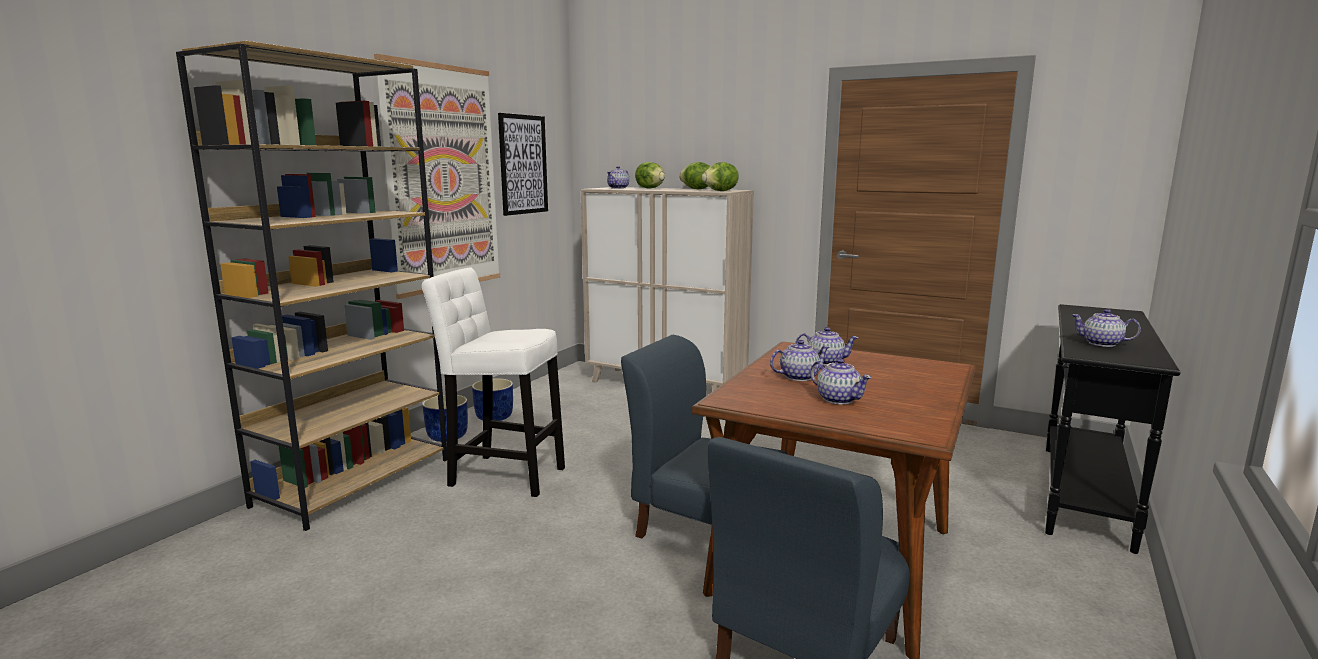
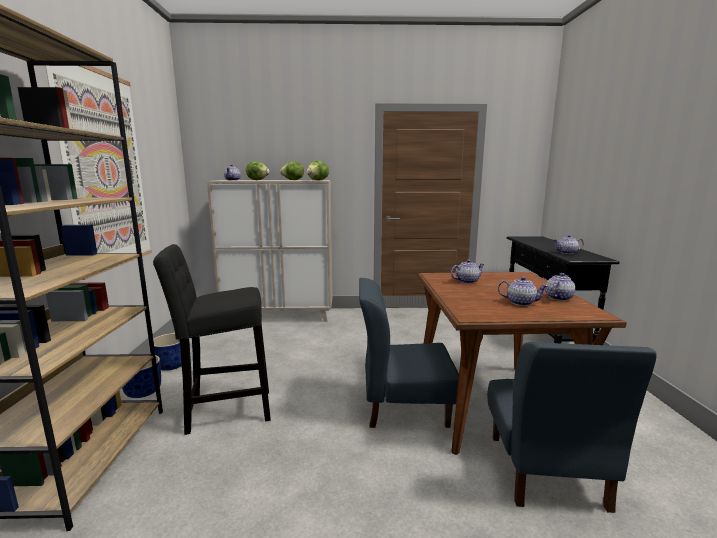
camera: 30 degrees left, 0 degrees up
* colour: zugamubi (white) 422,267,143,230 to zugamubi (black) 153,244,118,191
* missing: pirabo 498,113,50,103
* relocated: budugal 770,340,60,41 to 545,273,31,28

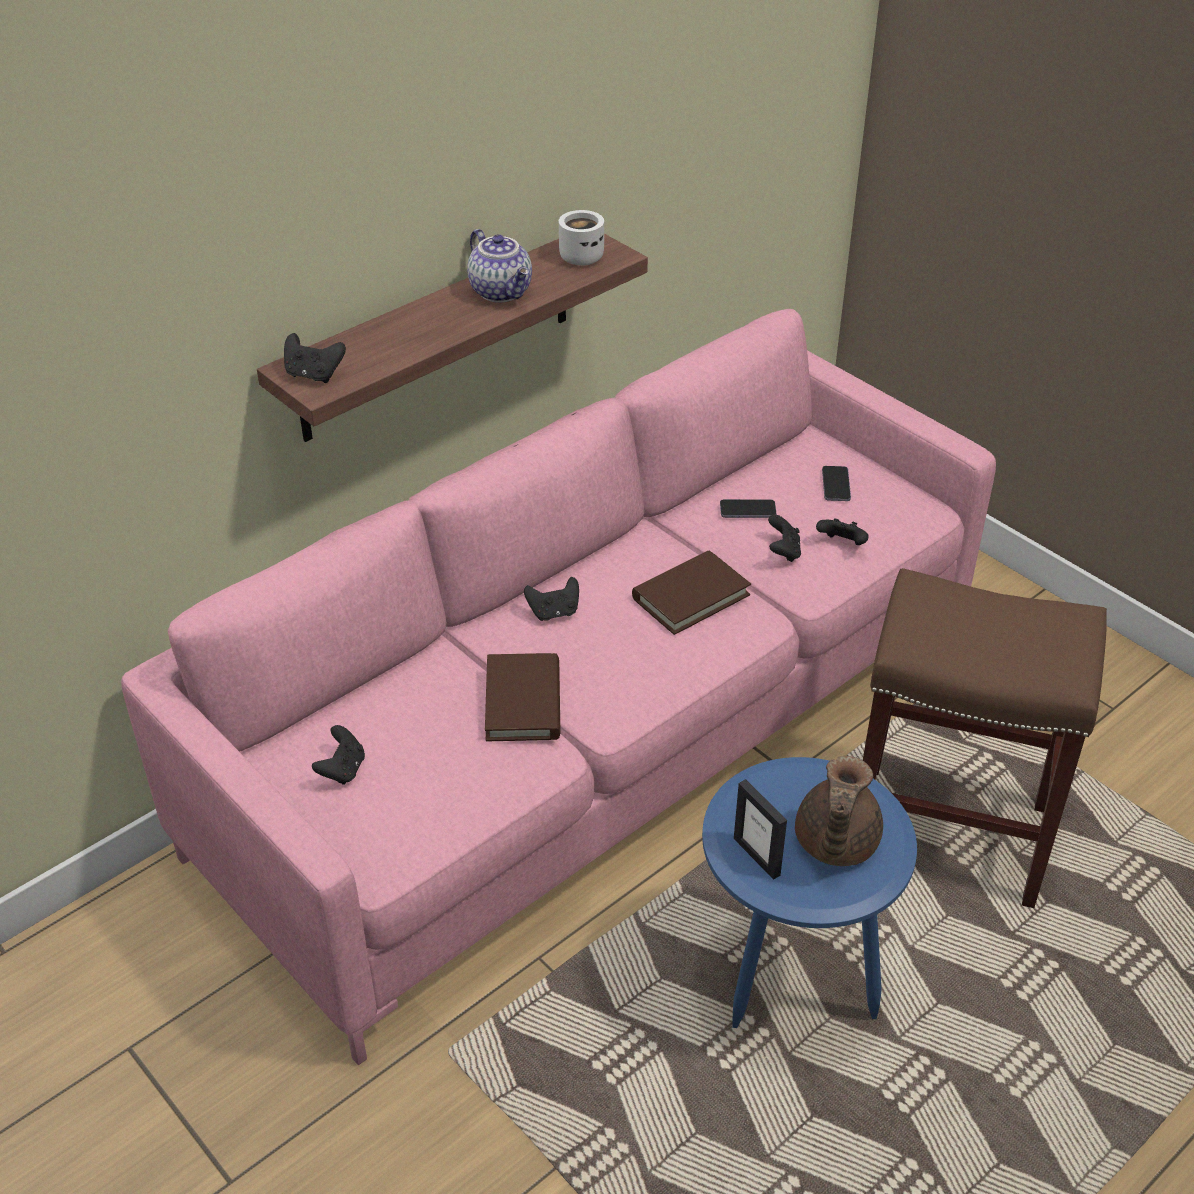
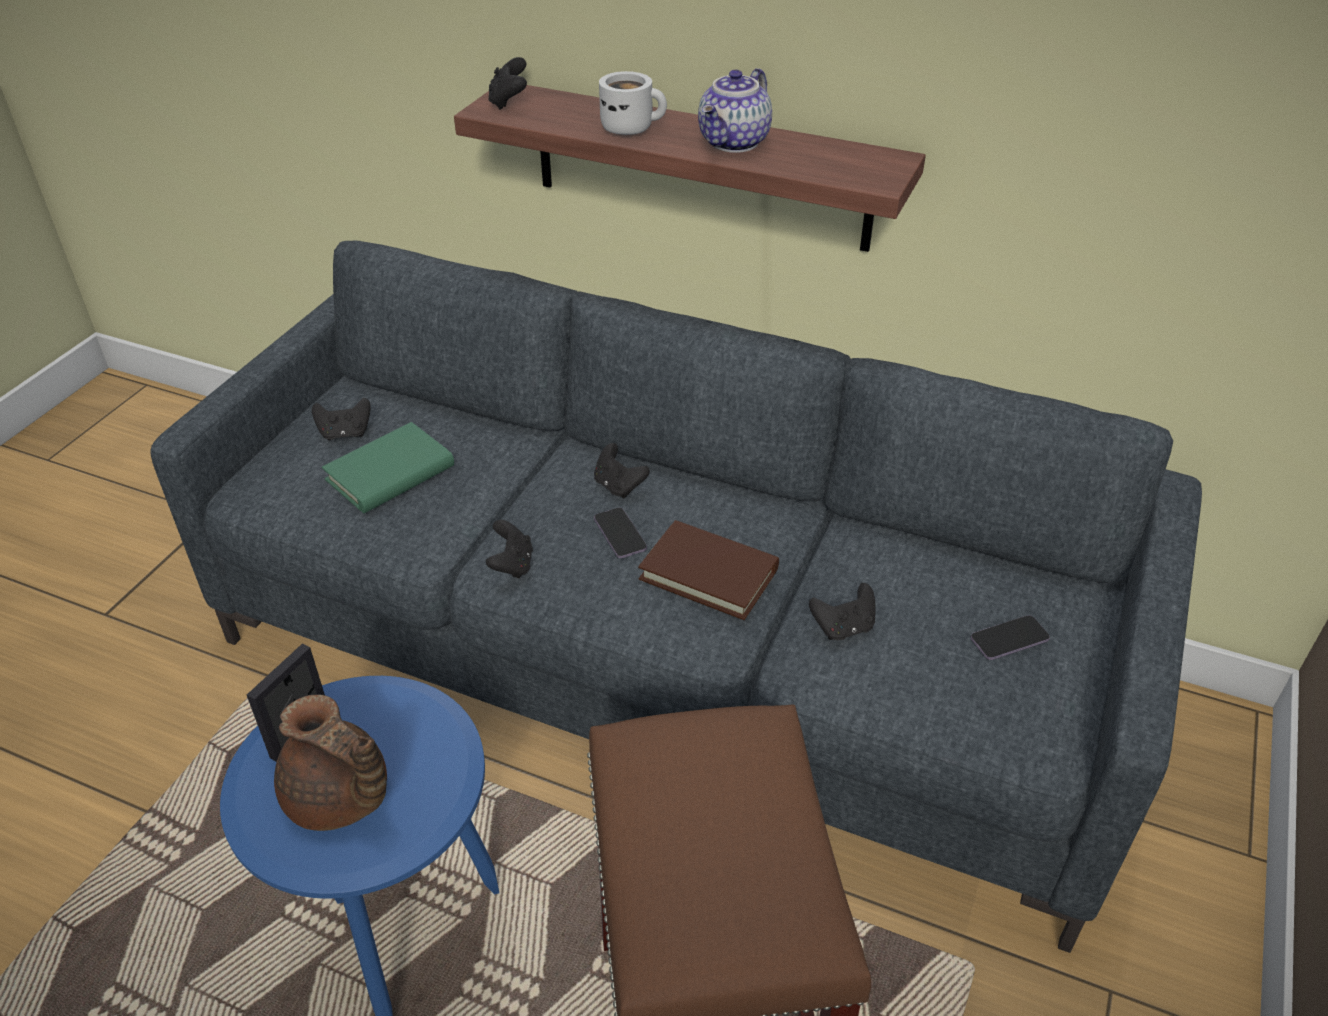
camera: 65 degrees right, 0 degrees up
* colour: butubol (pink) 121,309,875,756 to butubol (grey) 151,241,1051,712
* missing: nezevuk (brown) 485,653,75,88
* relocated: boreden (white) 559,210,45,56 to 599,71,68,64
* relocated: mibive 720,499,56,19 to 594,508,53,50
* spun: budugal (brown) 795,756,88,110 = 274,695,113,136 135 degrees counterclockwise
* relocated: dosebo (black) 816,518,53,27 to 486,520,47,58
* appeared: nezevuk (green) 322,422,132,91

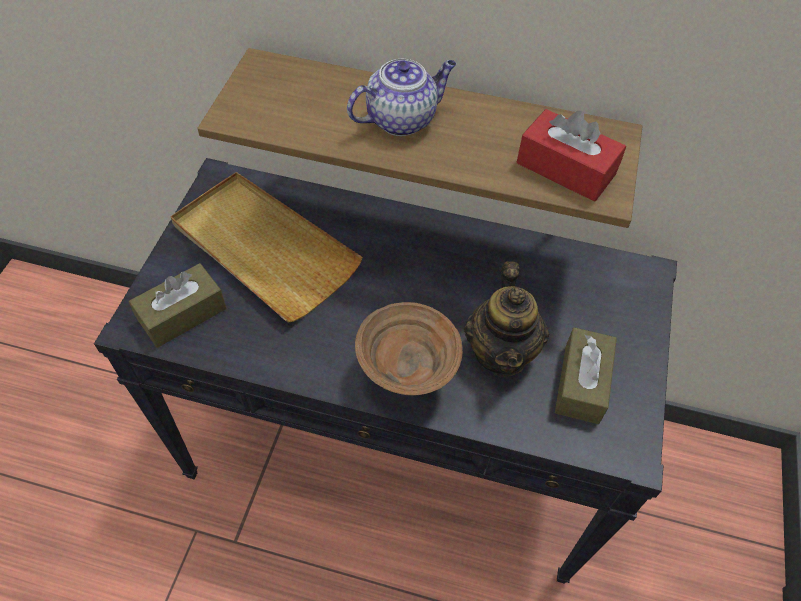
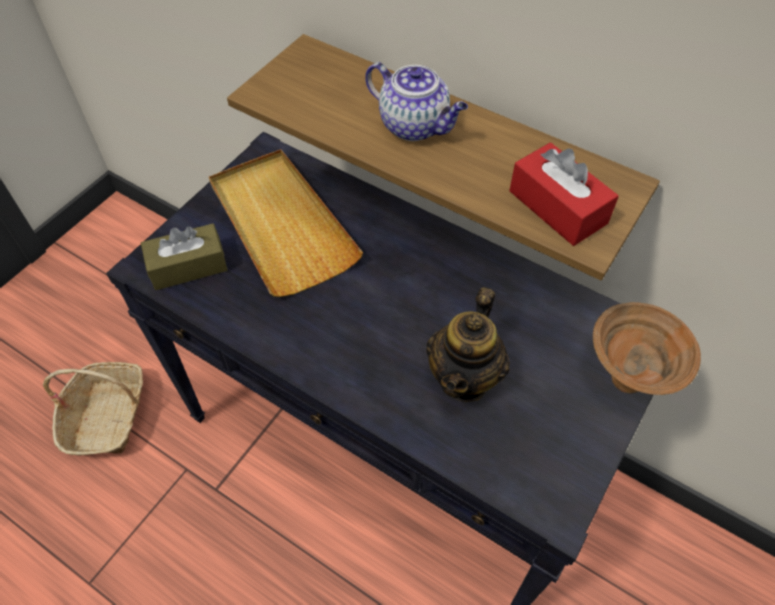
camera: 20 degrees right, 0 degrees up
* spun: budugal 347,59,109,77 = 365,62,103,79 45 degrees clockwise
* relocated: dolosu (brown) 355,302,108,93 to 593,302,108,93
* missing: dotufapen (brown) 555,327,62,97
* appeared: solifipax 43,362,100,93

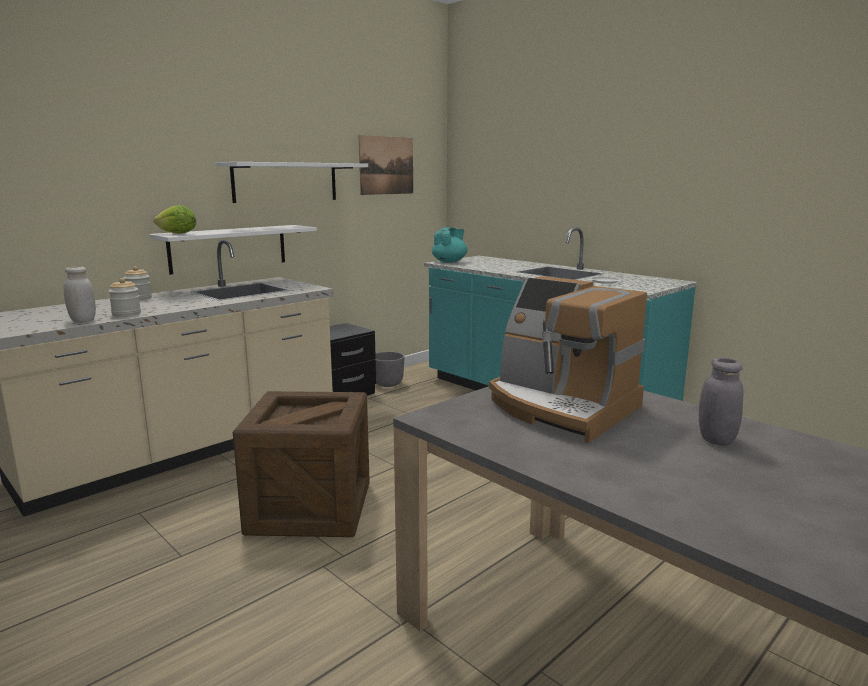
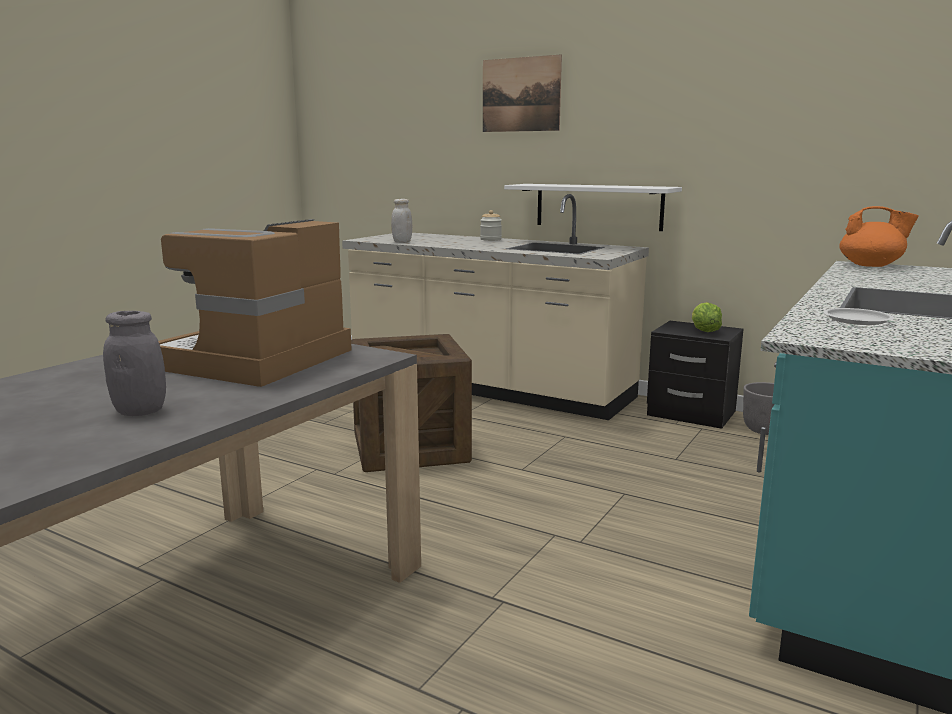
camera: 75 degrees right, 0 degrees up
* missing: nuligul 108,278,33,39
* relocated: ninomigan 153,205,43,29 to 692,302,30,30
* missing: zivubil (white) 215,162,153,41
* relocated: pirabo 359,135,54,60 to 483,55,79,77
* colour: budugal (turquoise) 432,227,35,36 to budugal (orange) 839,206,80,61

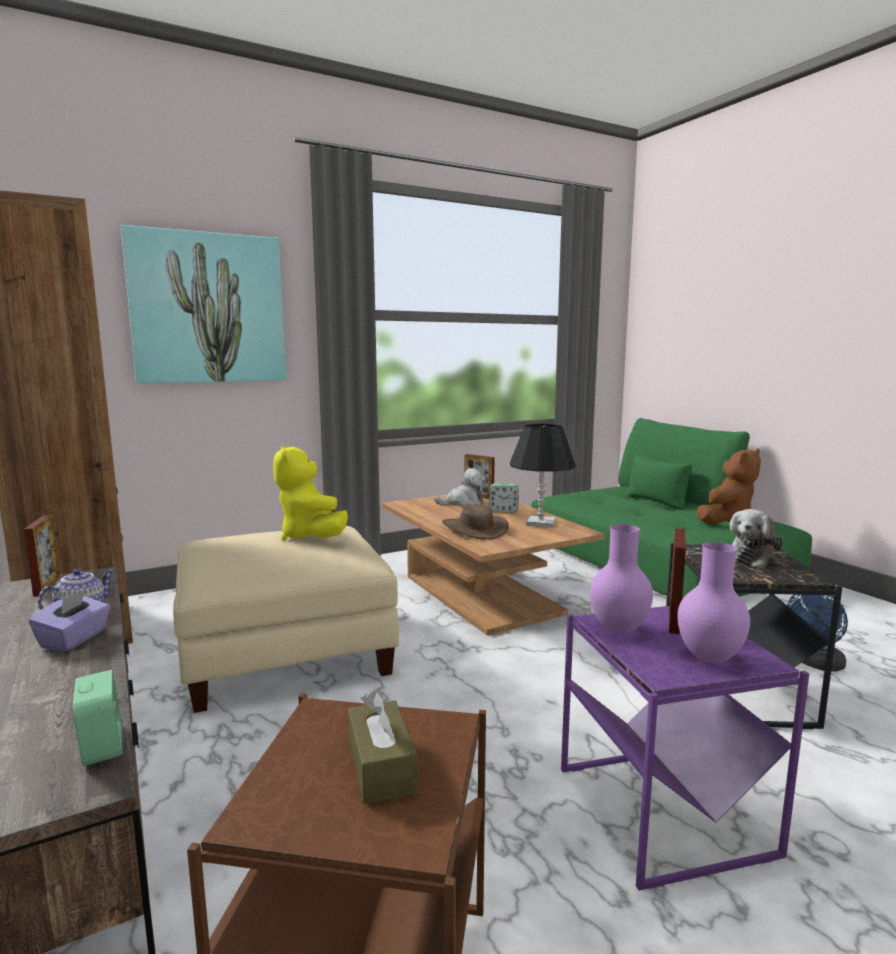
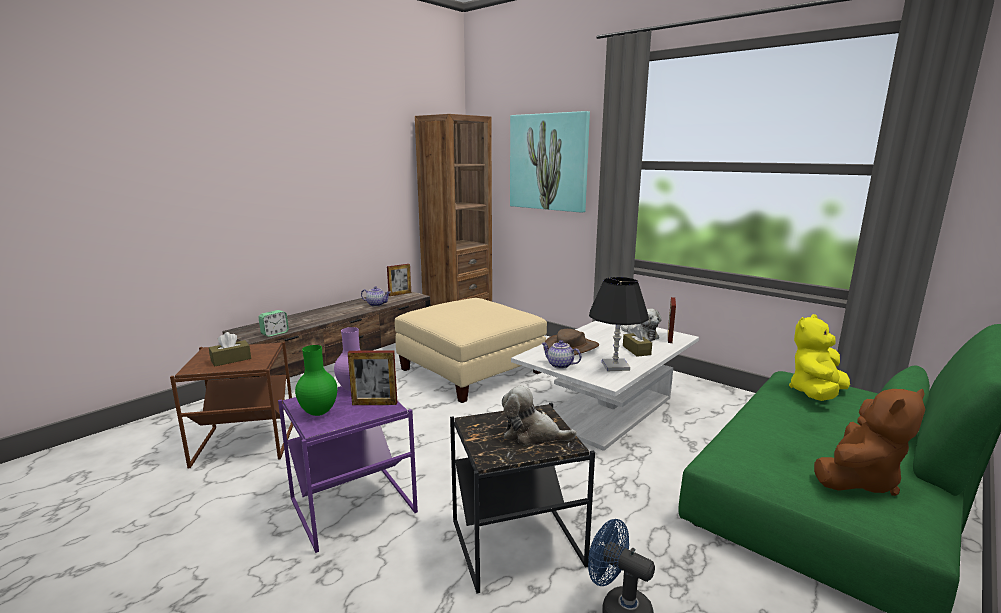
camera: 70 degrees right, 5 degrees up
* missing: dotufapen (purple) 29,589,81,62
* relocated: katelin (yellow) 273,445,75,96 to 789,314,61,87
* colour: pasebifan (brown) 382,495,223,140 to pasebifan (white) 511,321,188,130
* exchanged: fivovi 489,483,30,29 to dotufapen (brown) 623,326,29,31
* colour: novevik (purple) 677,542,73,121 to novevik (green) 295,345,42,71
* spun: katelin (brown) 697,449,64,75 = 814,389,112,107 60 degrees counterclockwise
* appeared: budugal 542,340,39,29

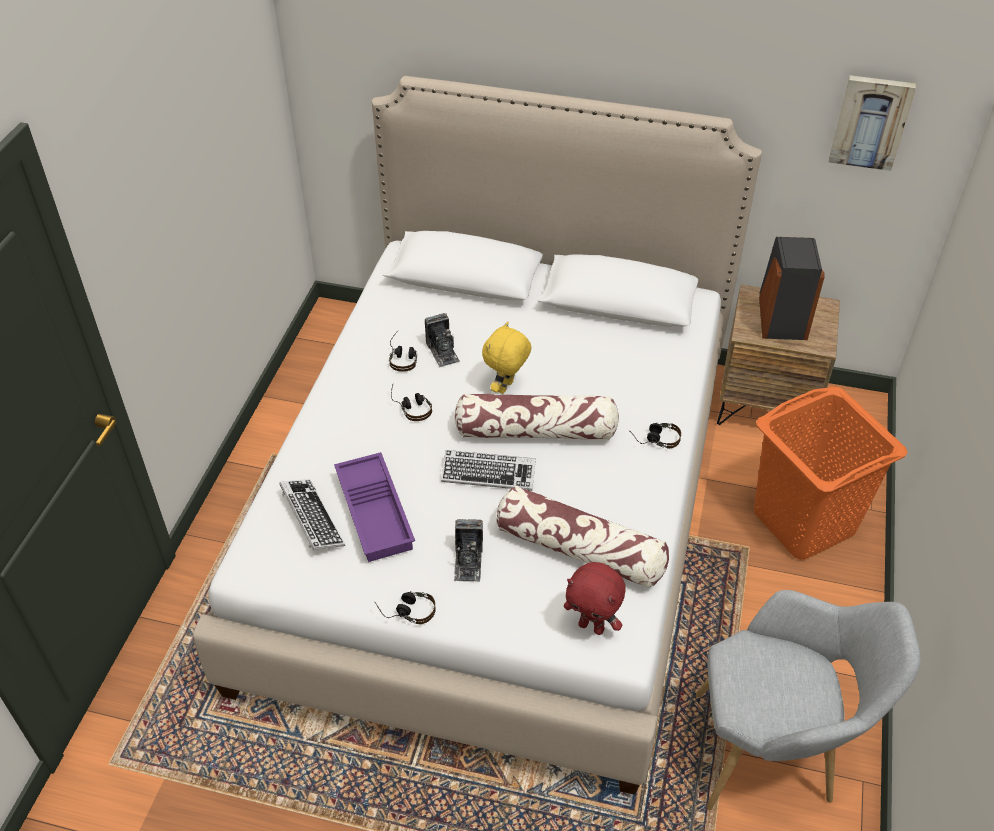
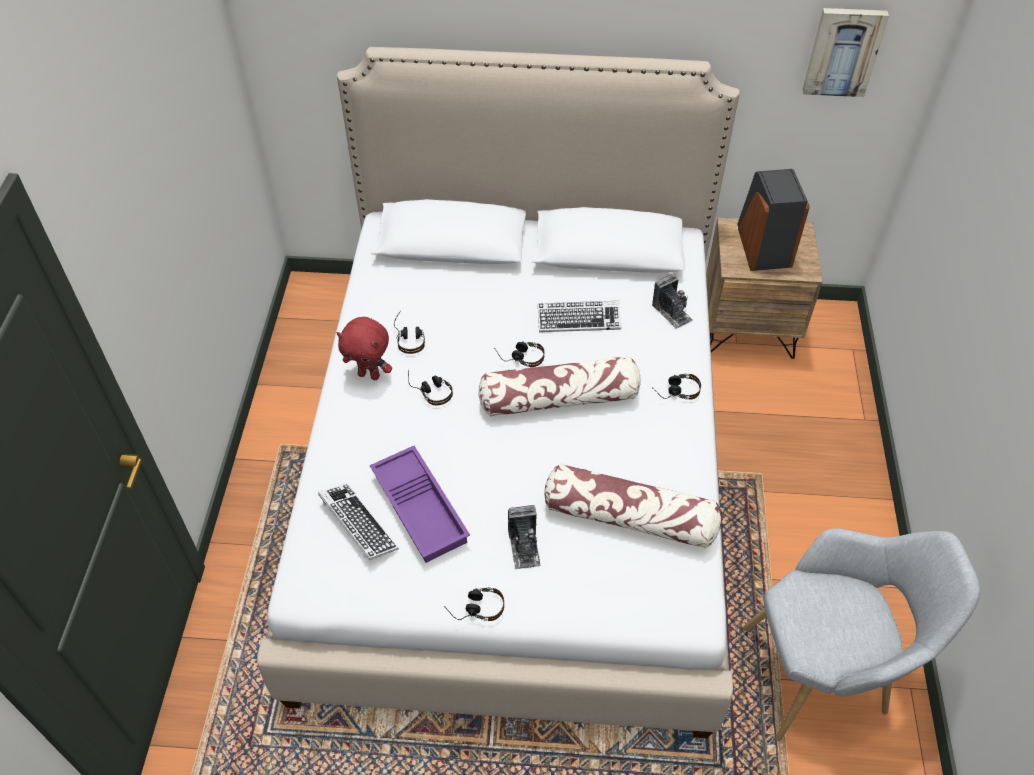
camera: 10 degrees left, 5 degrees up
* relocated: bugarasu 425,313,35,54 to 652,274,41,55
* relocated: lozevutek 441,450,95,41 to 538,301,83,31
* exchanged: katelin (yellow) 482,321,50,73 to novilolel 494,341,51,26
* relocated: katelin (red) 564,562,62,73 to 337,317,55,63
* missing: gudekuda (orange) 754,386,154,174

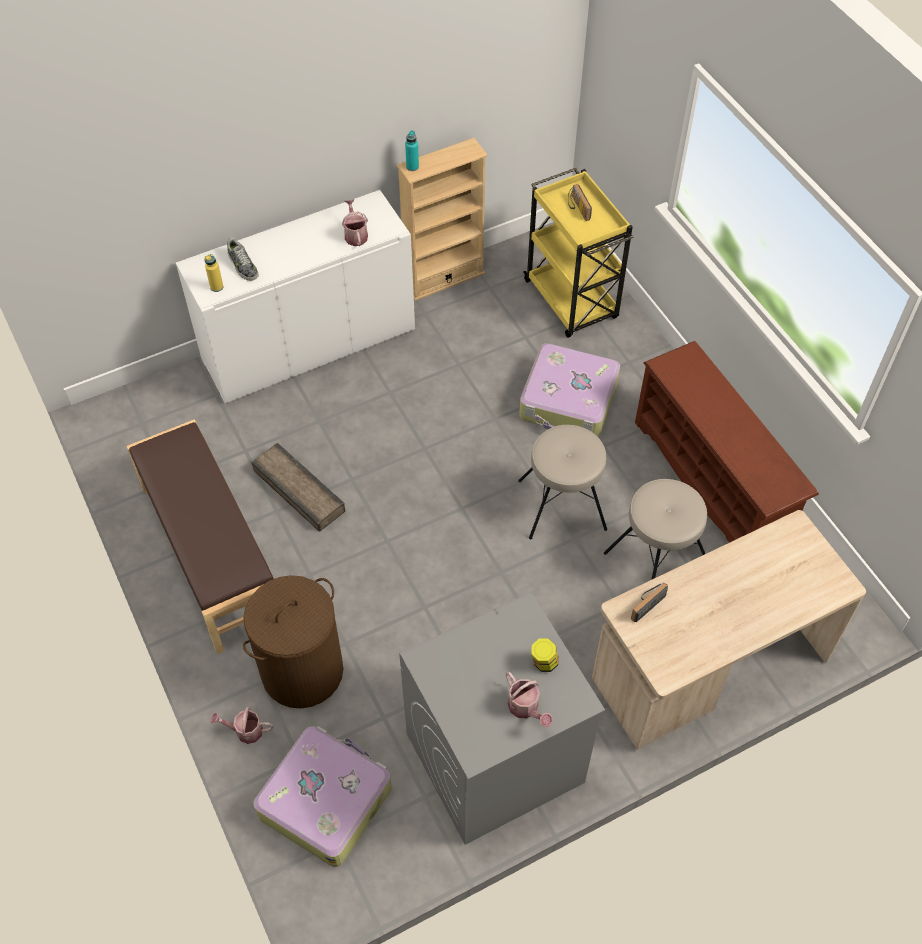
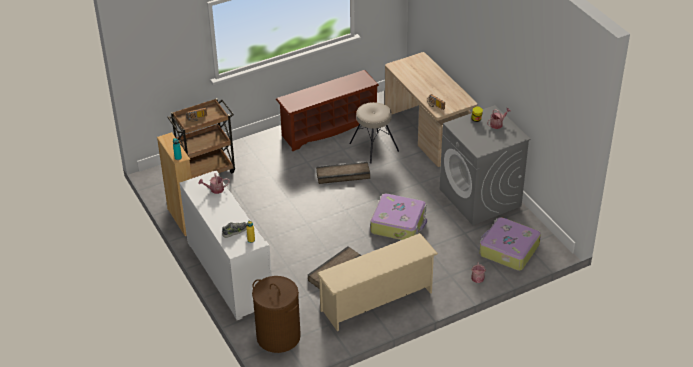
camera: 90 degrees left, 15 degrees down
* exchanged: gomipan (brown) 126,419,148,235 to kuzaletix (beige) 316,233,122,98
* relocated: gudekuda (brown) 243,575,100,134 to 252,276,49,77
* exchanged: zugamubi (beige) 518,425,89,114 to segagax 316,162,54,22
* relocated: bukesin 519,343,101,94 to 371,194,56,46
* colour: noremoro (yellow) 523,167,110,171 to noremoro (brown) 167,98,68,80

